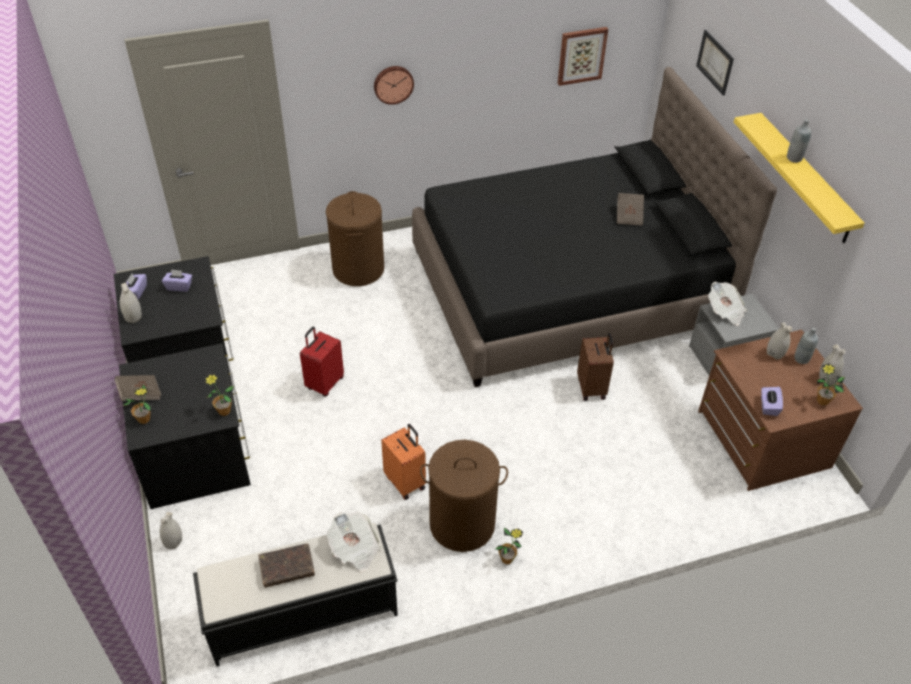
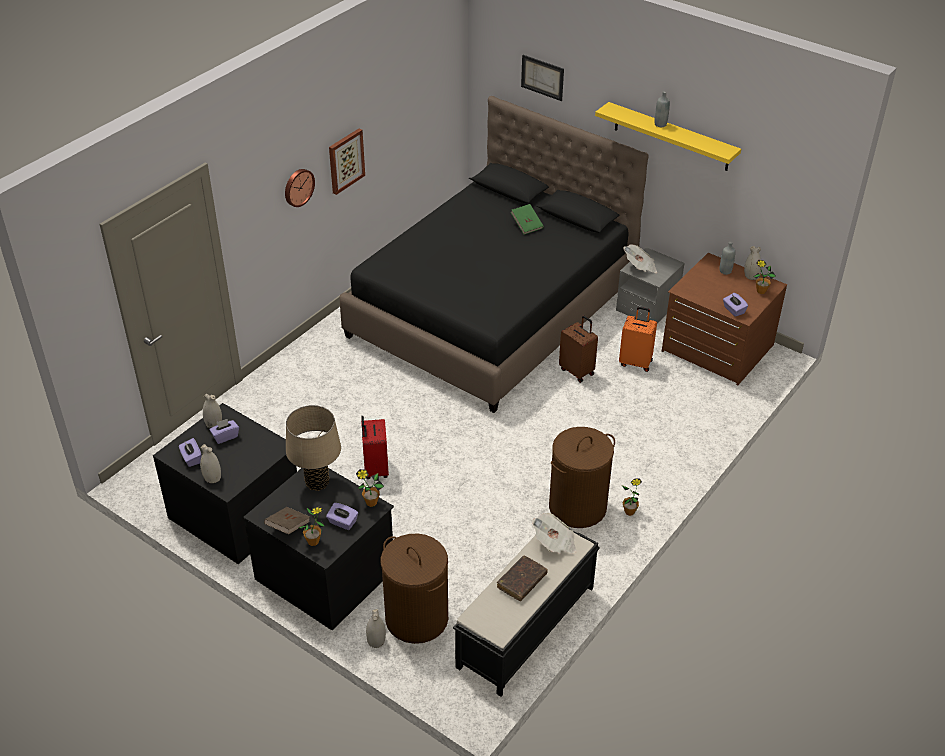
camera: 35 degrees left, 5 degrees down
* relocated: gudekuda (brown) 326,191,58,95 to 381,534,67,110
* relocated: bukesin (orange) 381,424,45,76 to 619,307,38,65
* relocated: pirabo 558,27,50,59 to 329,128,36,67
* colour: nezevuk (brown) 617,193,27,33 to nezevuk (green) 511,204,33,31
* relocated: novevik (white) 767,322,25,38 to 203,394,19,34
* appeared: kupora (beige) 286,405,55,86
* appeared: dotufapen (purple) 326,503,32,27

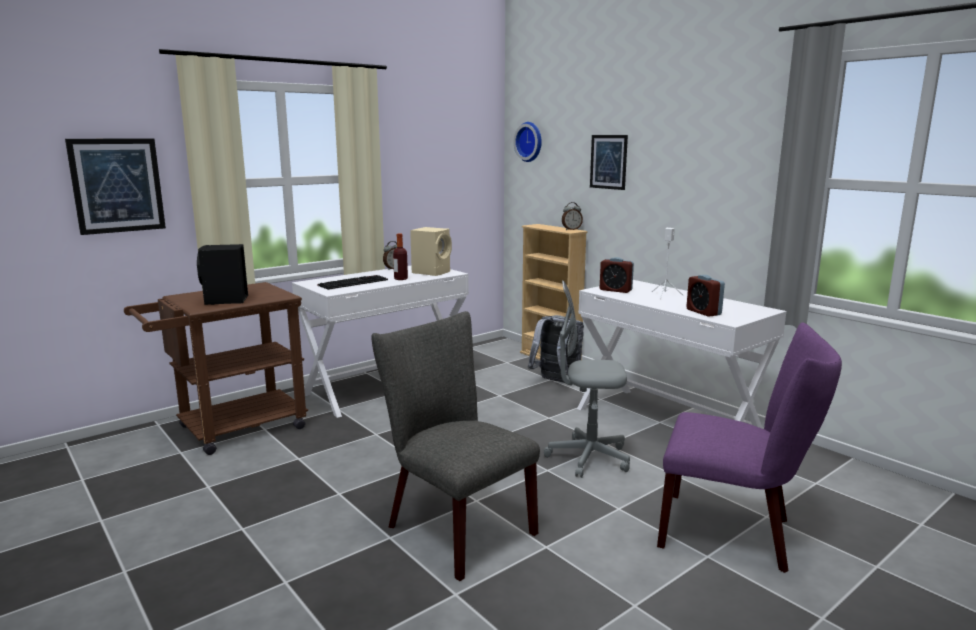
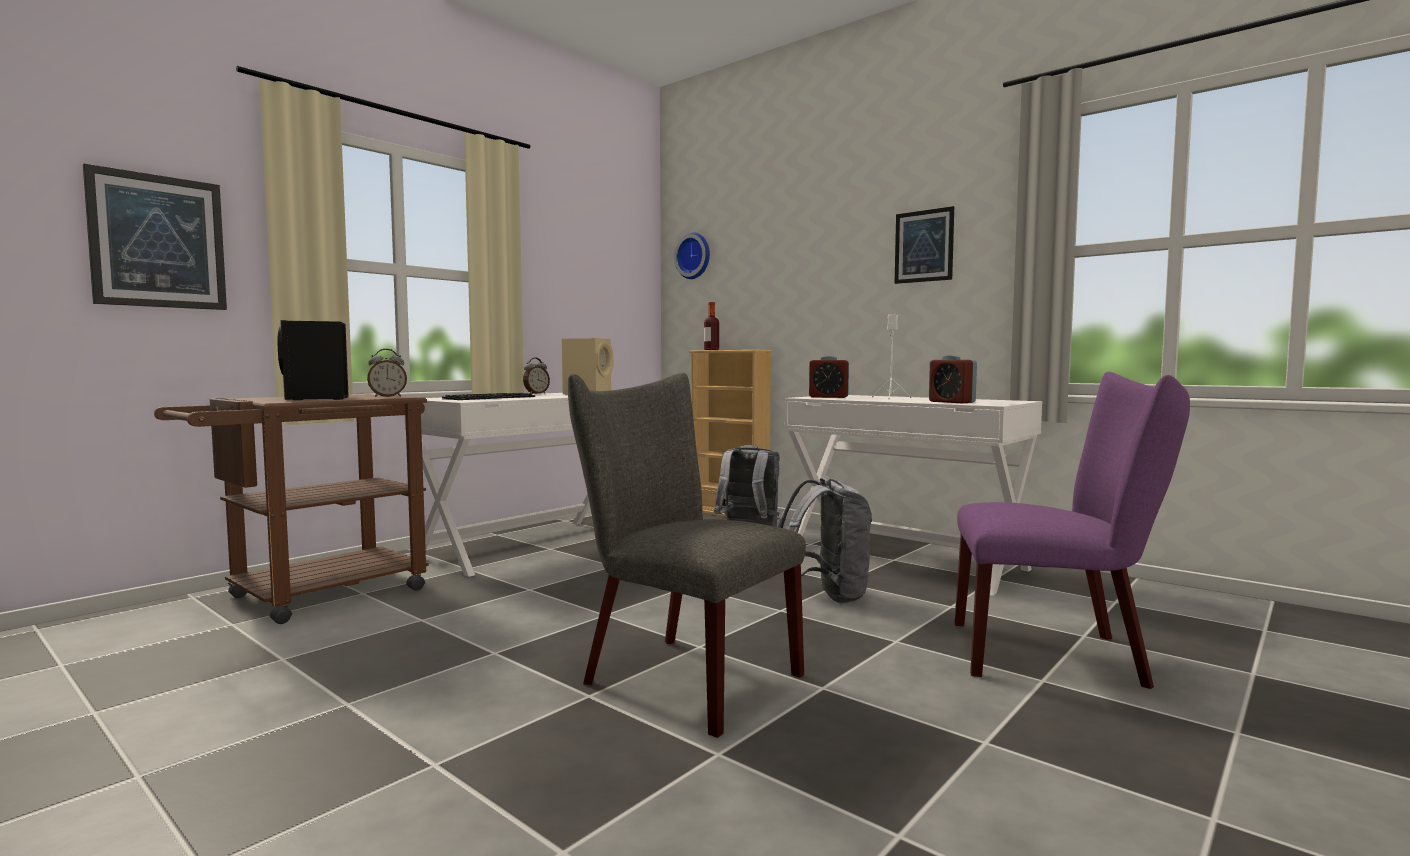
camera: 10 degrees left, 10 degrees down
* relocated: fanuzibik 393,233,15,47 to 704,302,15,48
* exchanged: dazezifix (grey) 544,280,86,198 to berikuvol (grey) 778,475,94,129
* relocated: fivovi 562,202,21,28 to 367,349,40,48
* relocated: pirabo 590,135,38,55 to 894,206,60,78

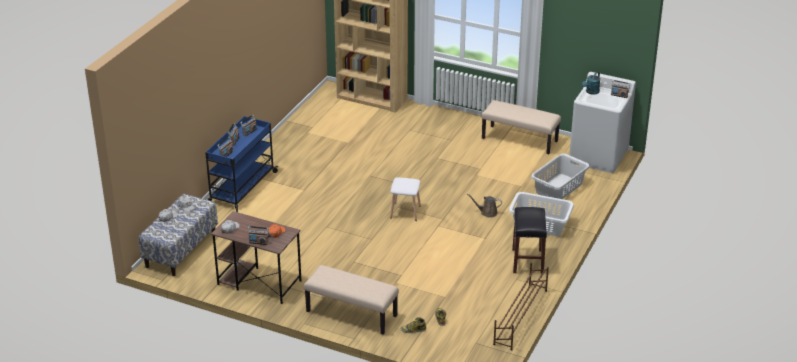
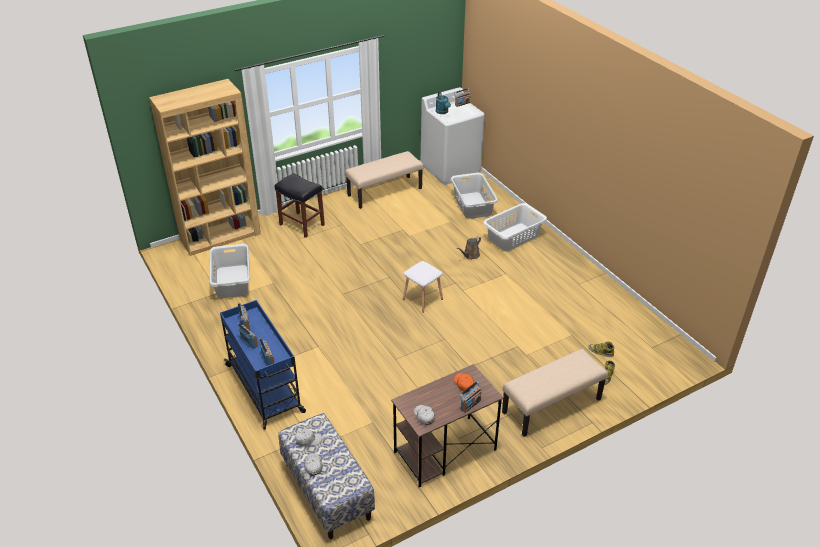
camera: 55 degrees left, 5 degrees up
* missing: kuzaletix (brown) 493,263,56,87
* relocated: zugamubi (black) 512,207,35,67 to 275,173,50,65
* appeared: gudekuda (grey) 209,244,41,54

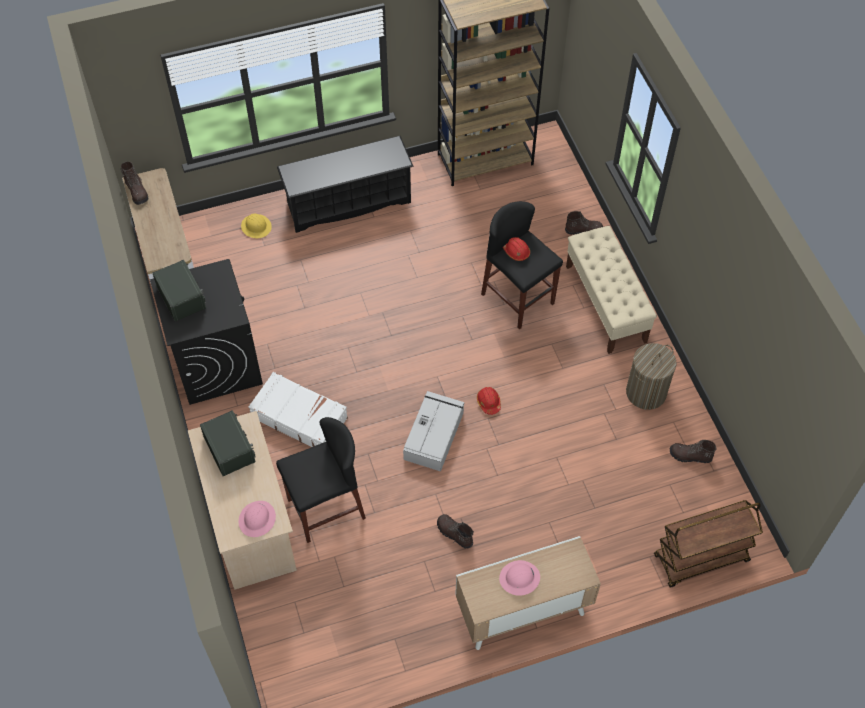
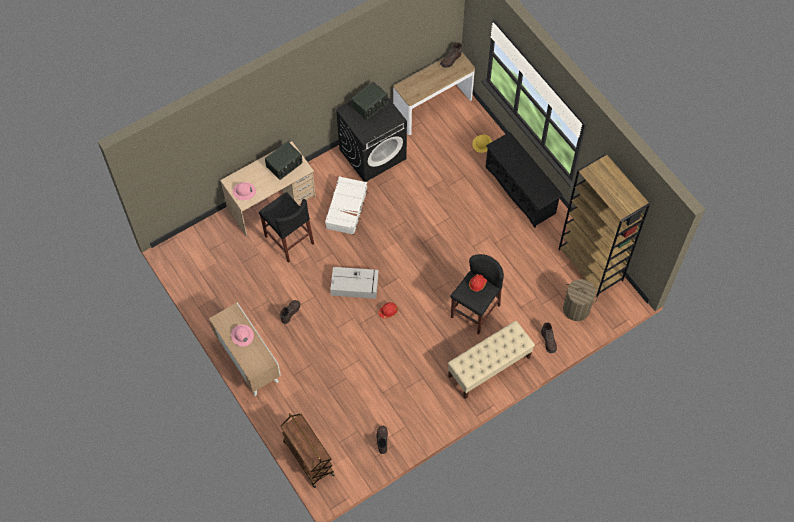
camera: 75 degrees right, 5 degrees up
* relocated: gudekuda 626,343,50,67 to 563,279,35,42

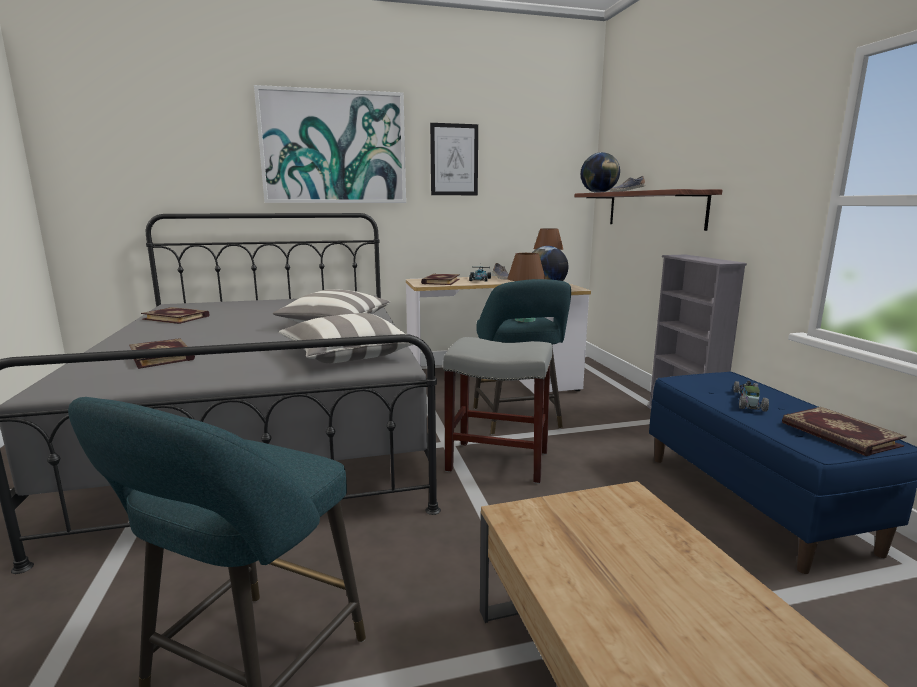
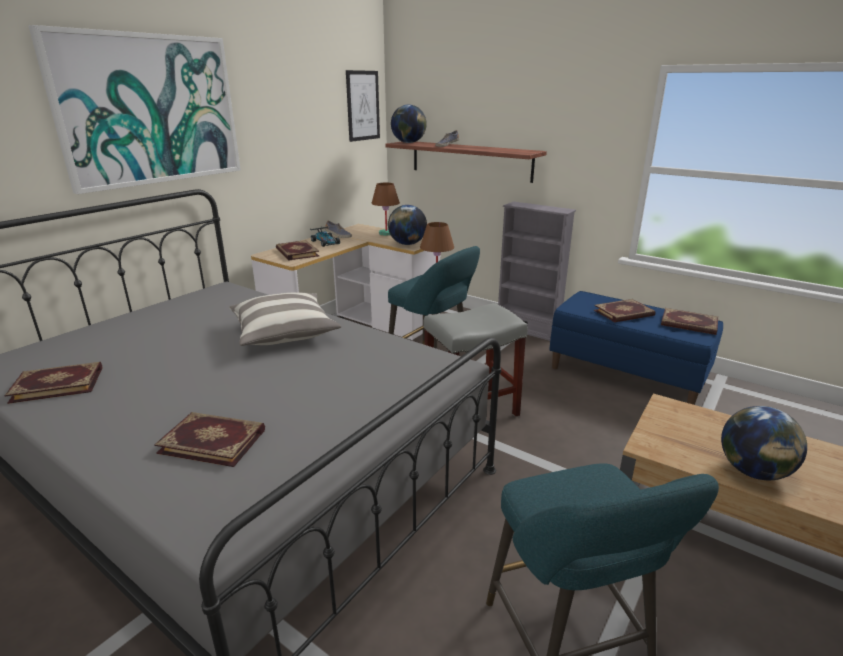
camera: 40 degrees left, 10 degrees up
* missing: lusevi 279,313,135,50
* relocated: pirabo 430,123,48,72 to 346,70,34,72
* exchanged: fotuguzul 733,381,36,31 to nezevuk 594,299,61,23
* appeared: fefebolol 721,406,86,74

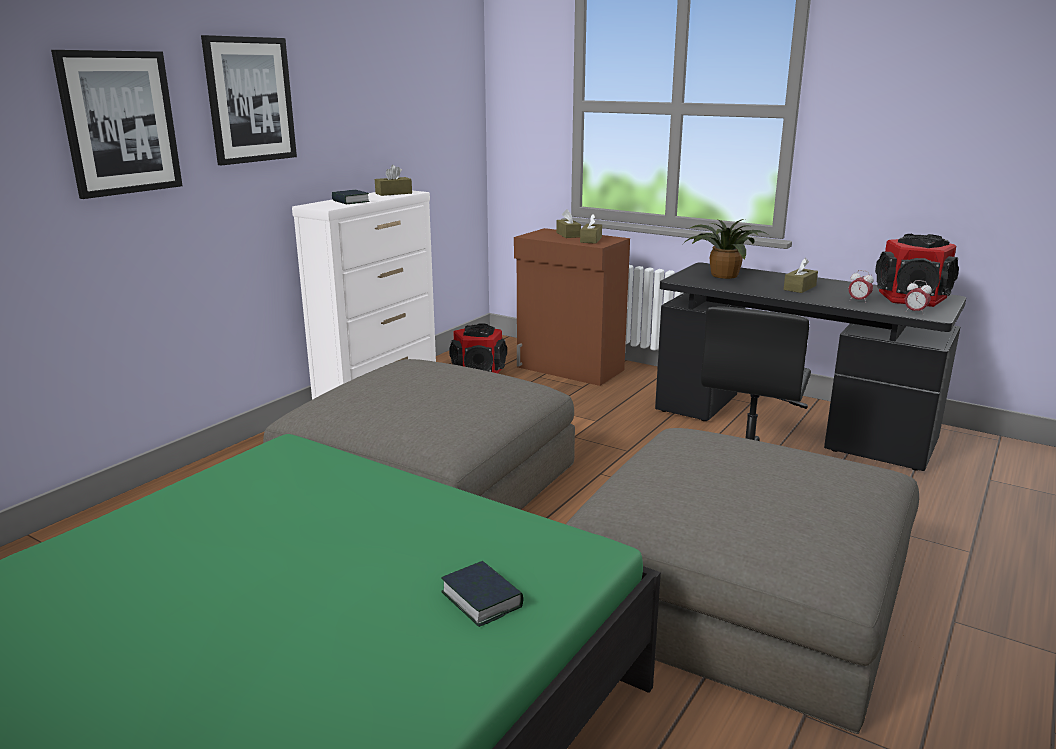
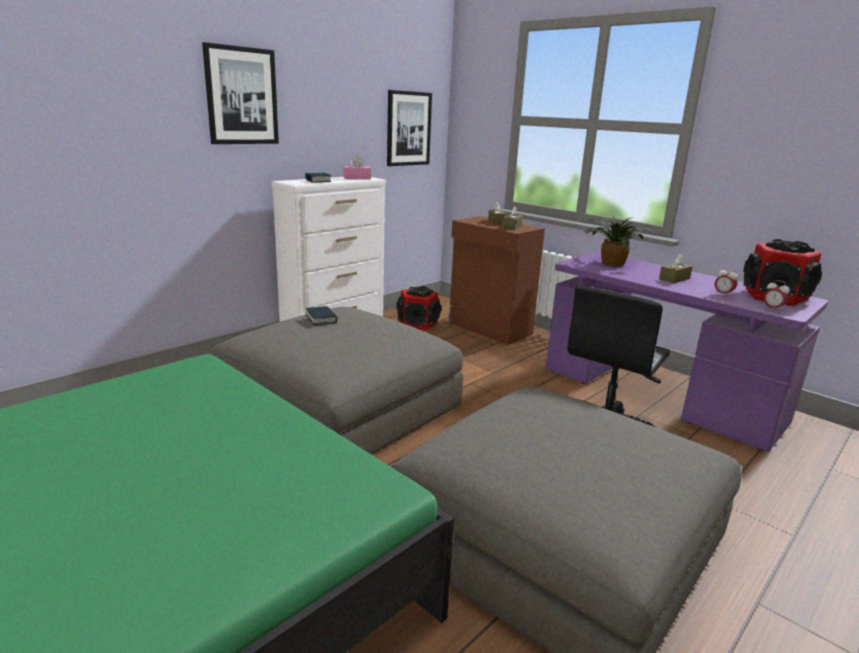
camera: 10 degrees right, 0 degrees up
* relocated: pirabo 51,50,131,149 to 387,90,45,76
* colour: dotufapen (brown) 375,165,37,31 to dotufapen (pink) 343,156,28,23
* relocated: nezevuk 441,561,82,66 to 306,306,31,19
* colour: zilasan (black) 655,262,311,209 to zilasan (purple) 546,252,282,200

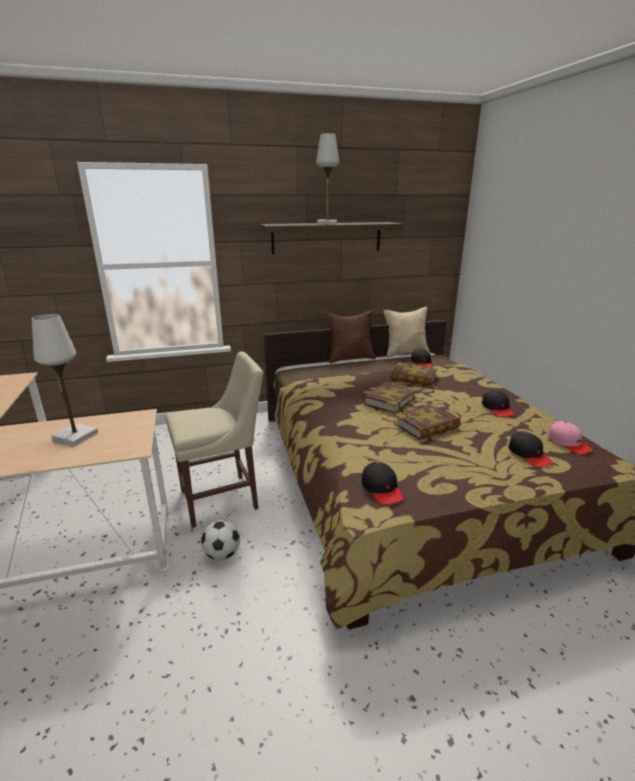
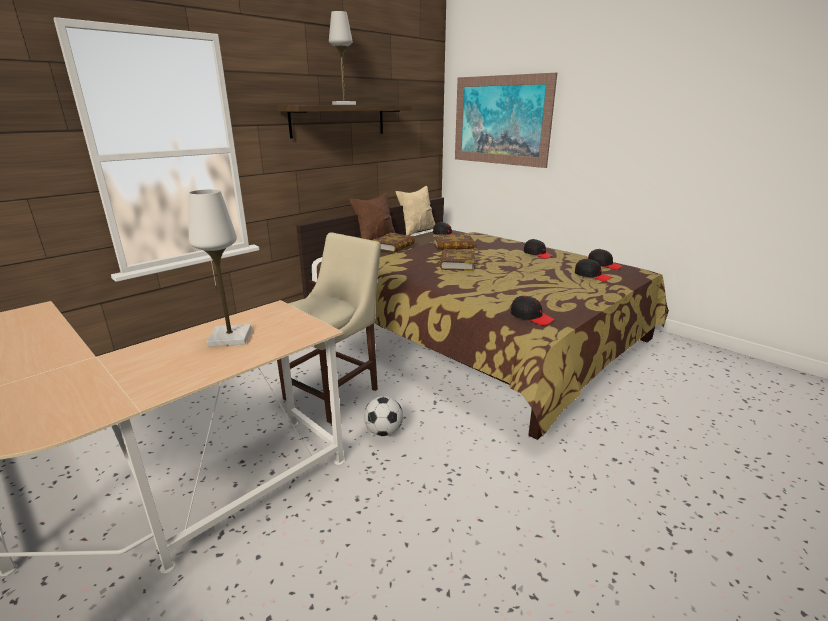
camera: 30 degrees left, 0 degrees up
* relocated: nezevuk 394,404,67,36 to 372,233,43,19
* colour: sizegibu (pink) 548,421,45,34 to sizegibu (black) 588,249,34,21
* appeared: pirabo 455,73,102,95

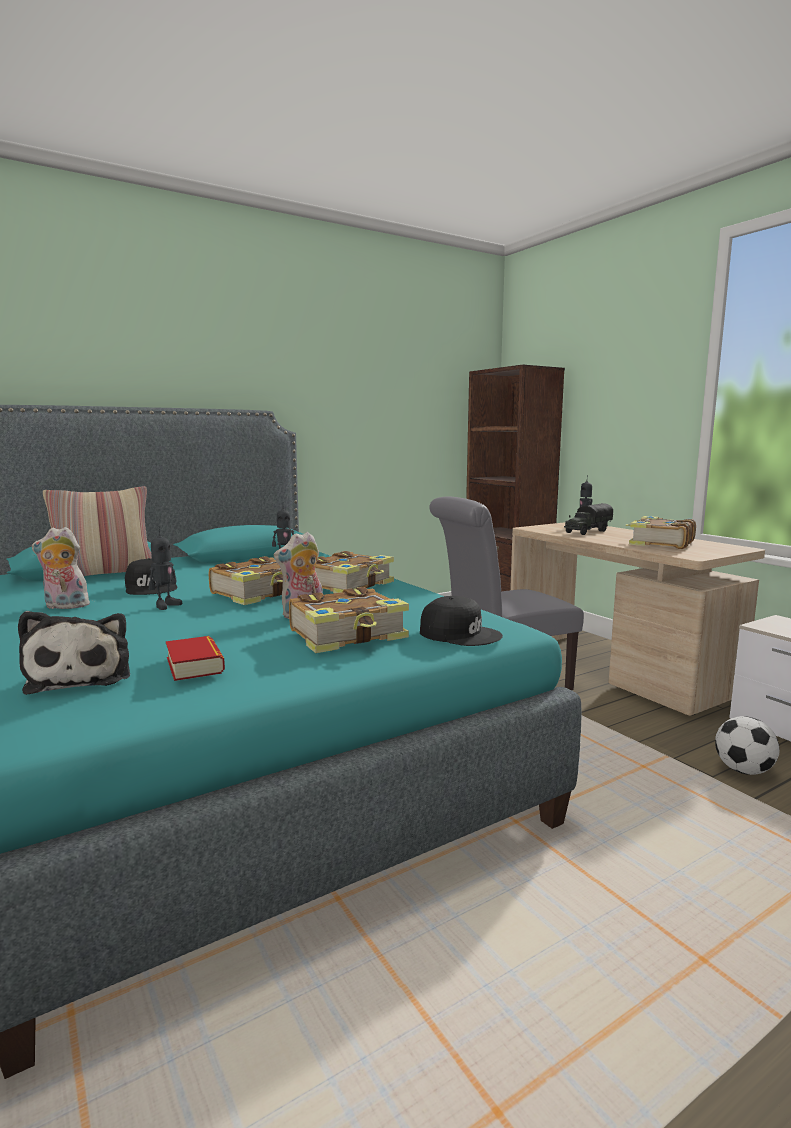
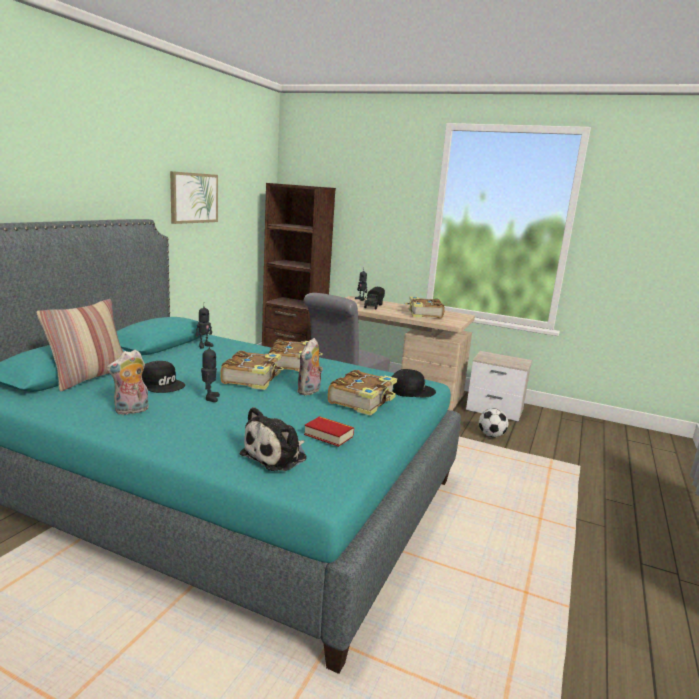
camera: 35 degrees left, 5 degrees up
* spun: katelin 18,611,112,84 = 240,407,67,64 90 degrees clockwise
* appeared: pirabo 170,171,48,53

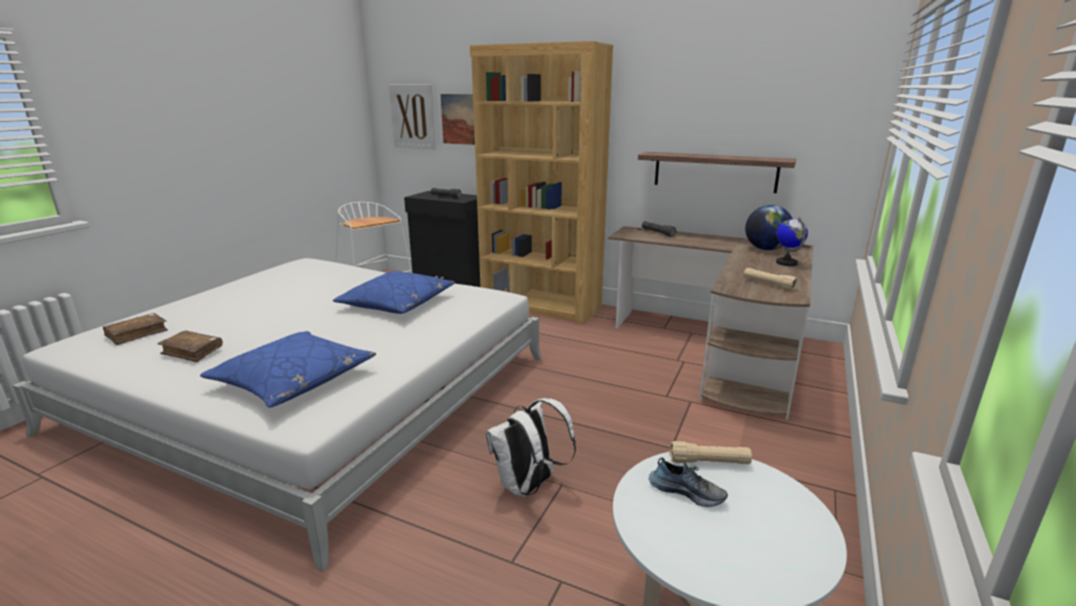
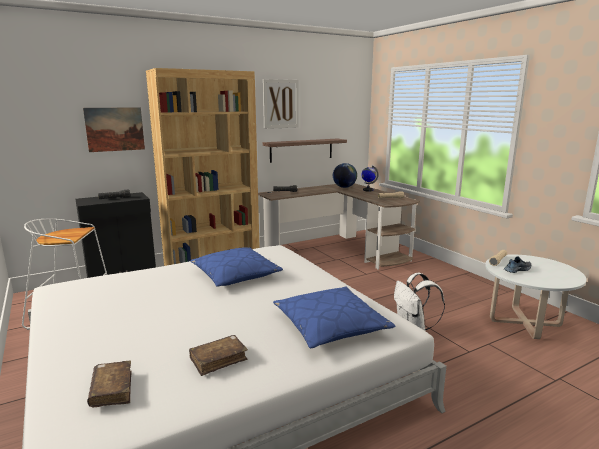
camera: 55 degrees left, 5 degrees down
* relocated: pirabo 389,85,47,64 to 263,79,36,50

